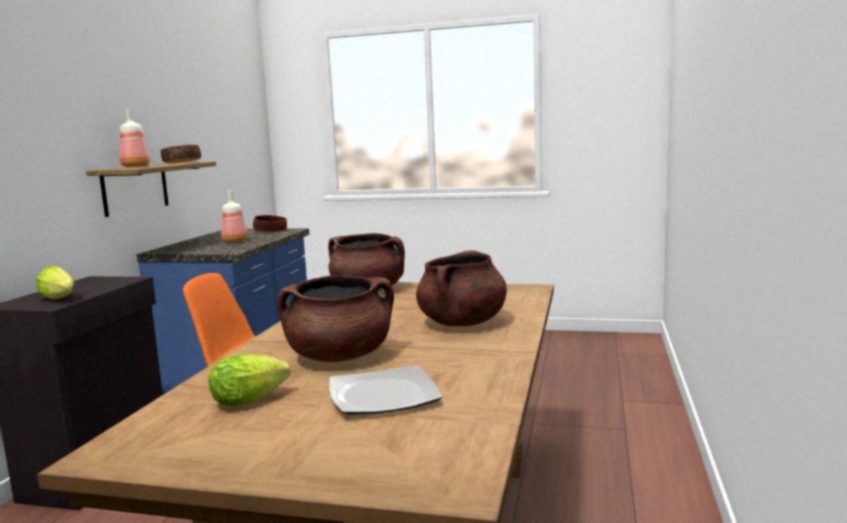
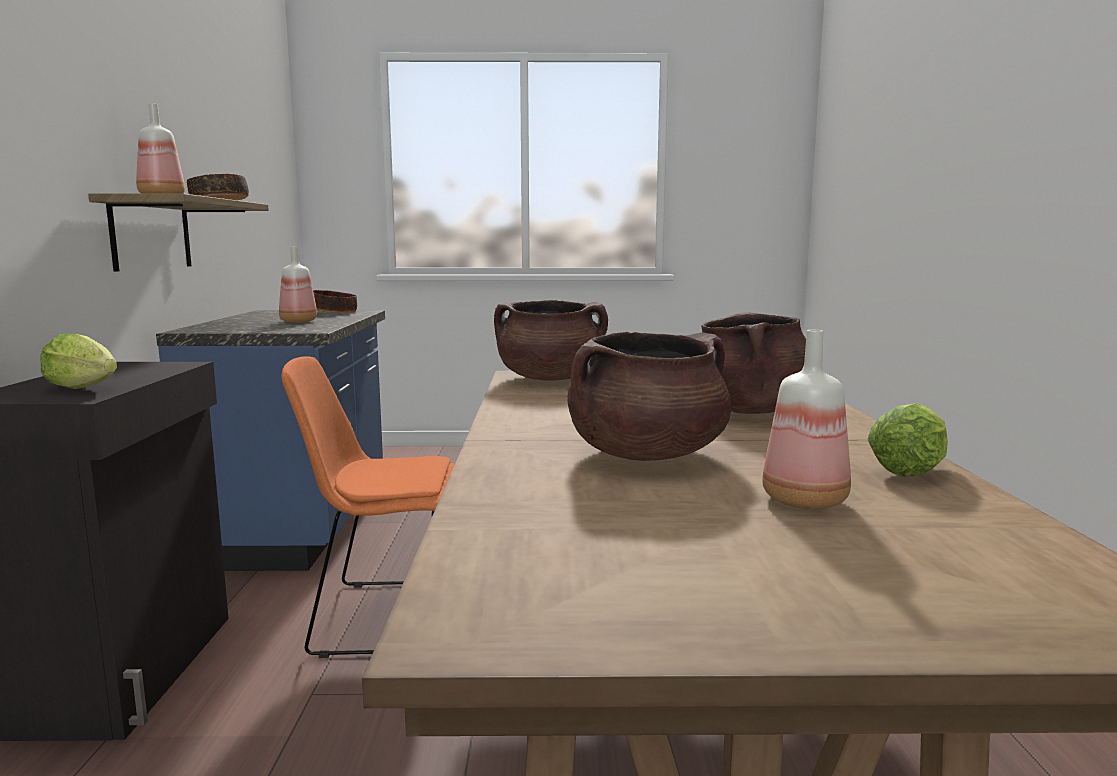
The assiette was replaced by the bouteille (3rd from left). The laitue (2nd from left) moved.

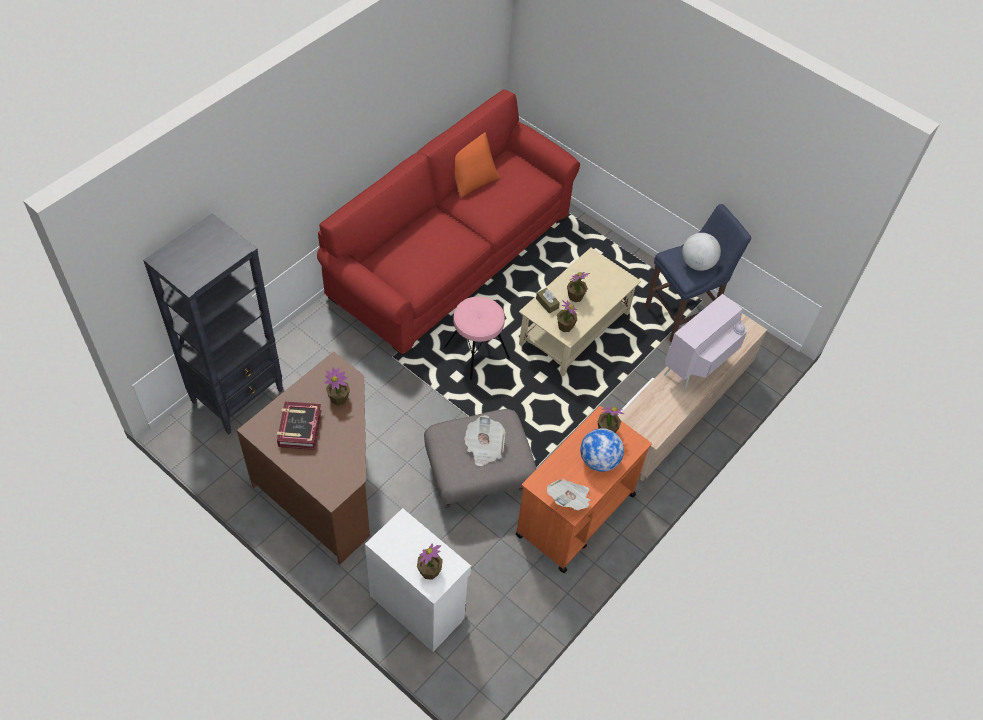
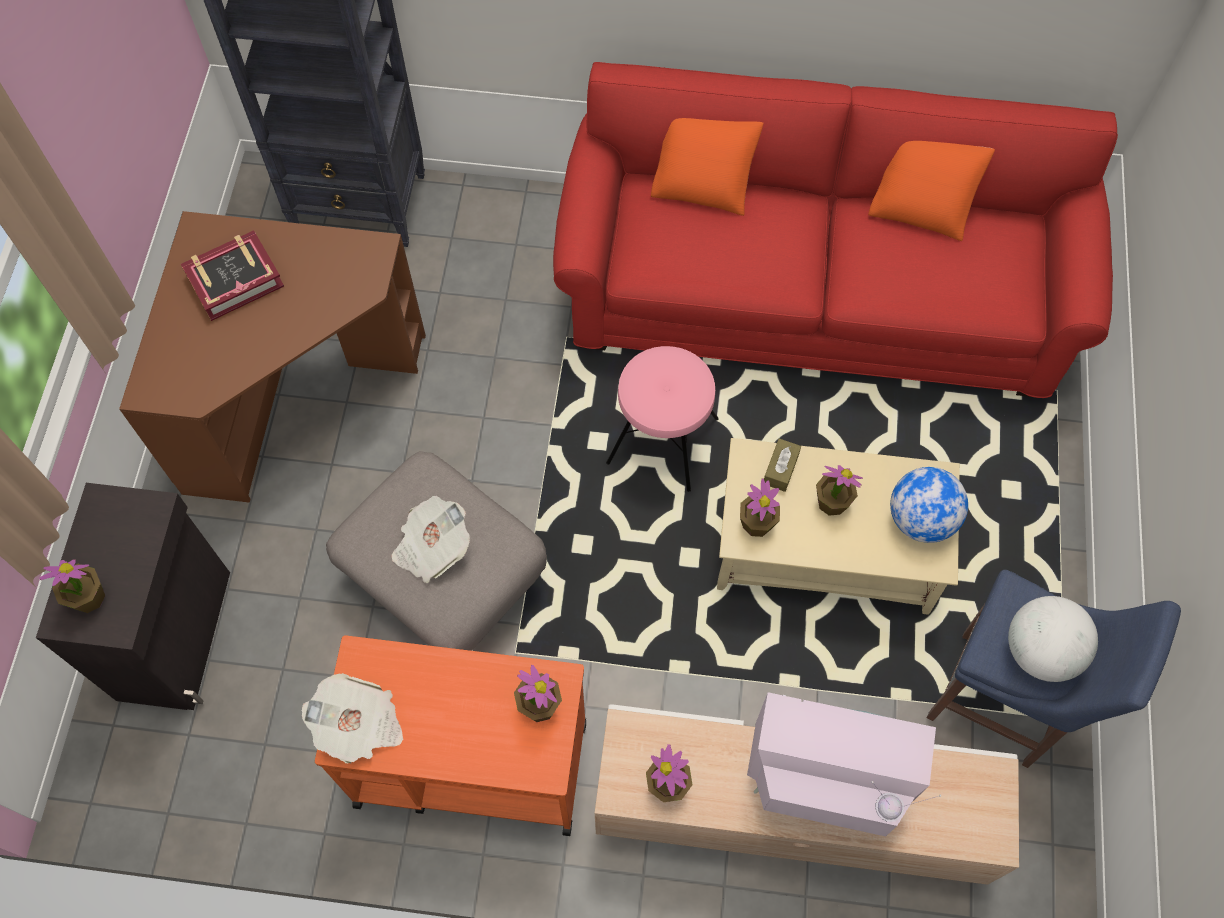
The meuble de rangement [blanc] became the meuble de rangement [noir]. The plante en pot (1st from left in the first image) moved. The coussin [orange] (1st from left) appeared. The globe (1st from left) moved.

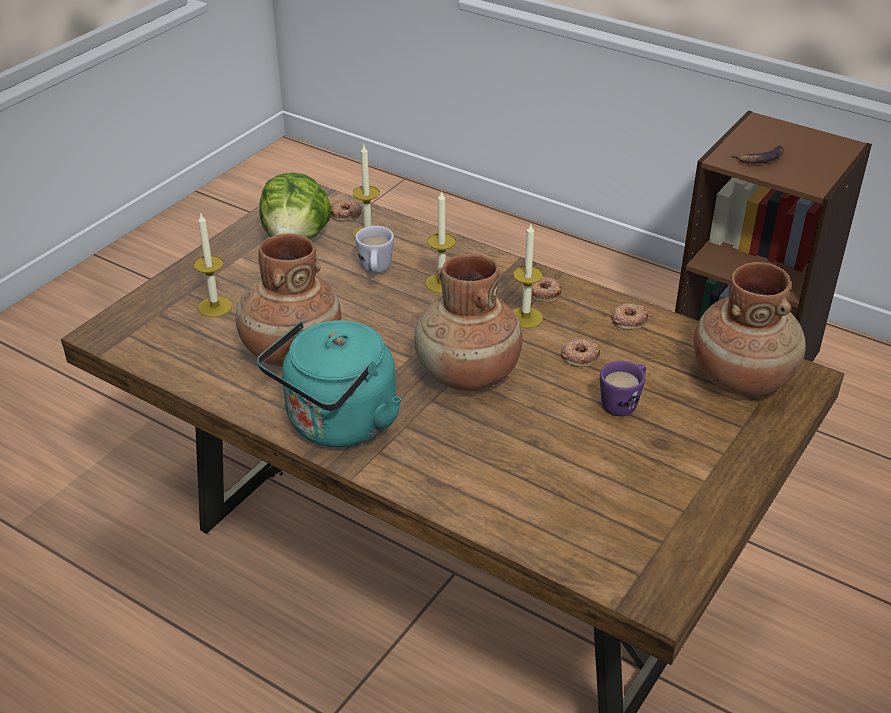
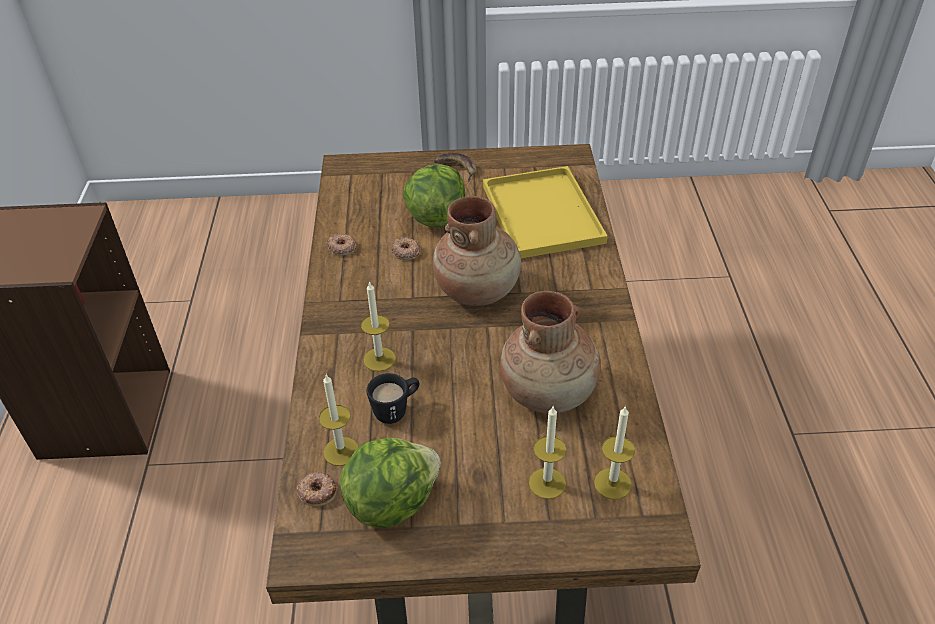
The mug [blanc] became the mug [noir]. The mug [violet] was replaced by the laitue (2nd from left). The banane moved. The plateau [jaune] appeared. The bougie (4th from left) moved. The bouilloire [turquoise] disappeared. The beignet (2nd from left) disappeared. The vase [marron] (3rd from left) disappeared.

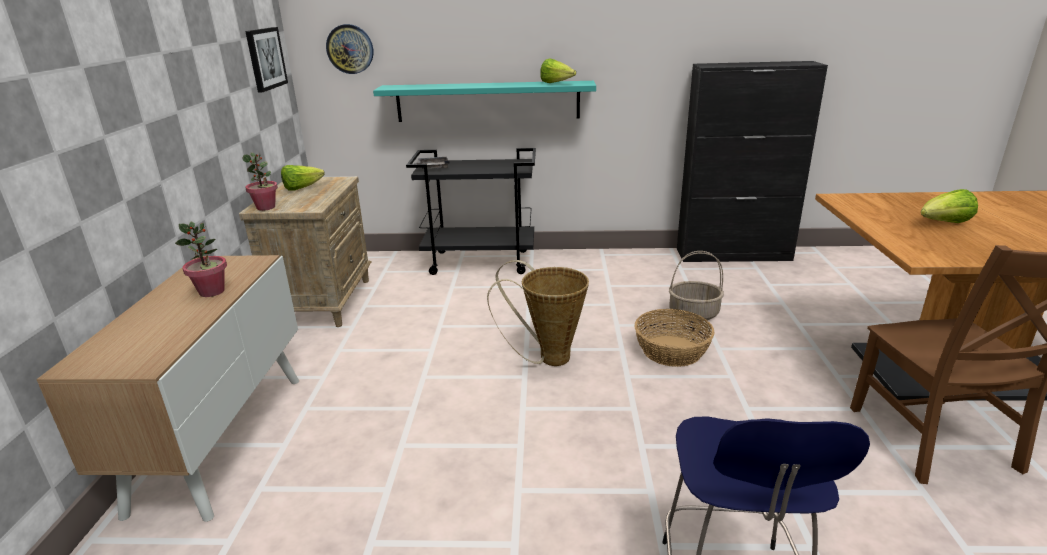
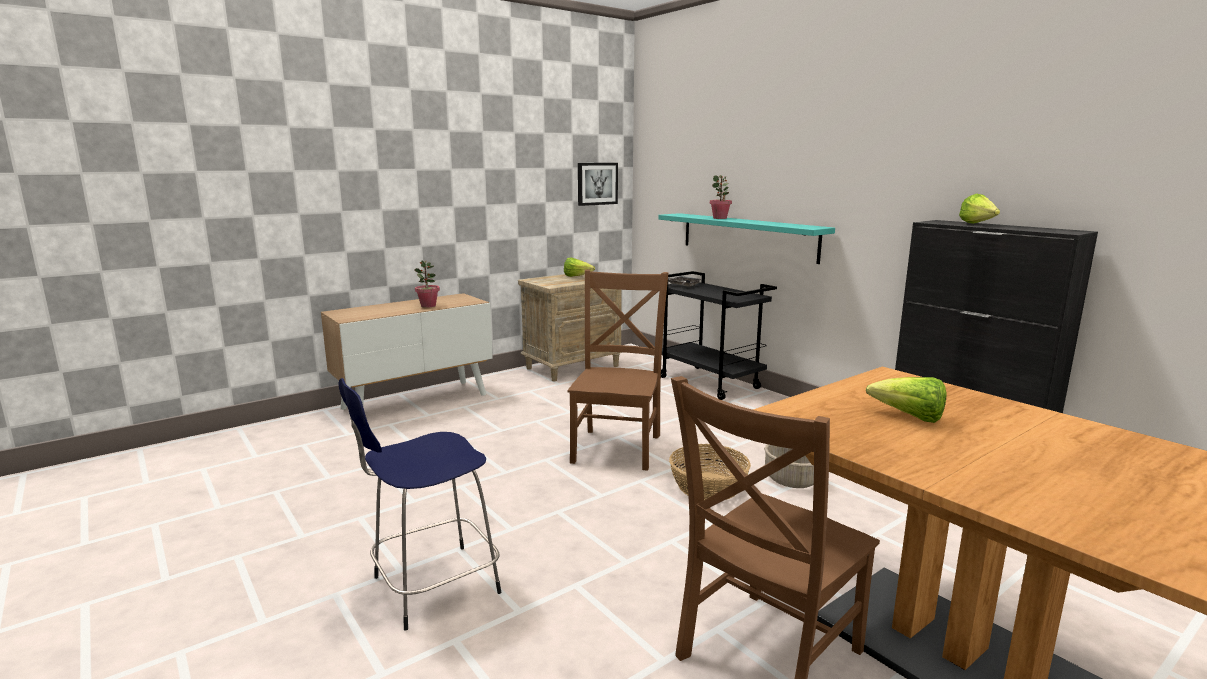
The panier (1st from left) was replaced by the chaise [marron] (1st from left). The plante en pot (2nd from left) moved. The laitue (2nd from left in the first image) moved. The horloge murale disappeared.

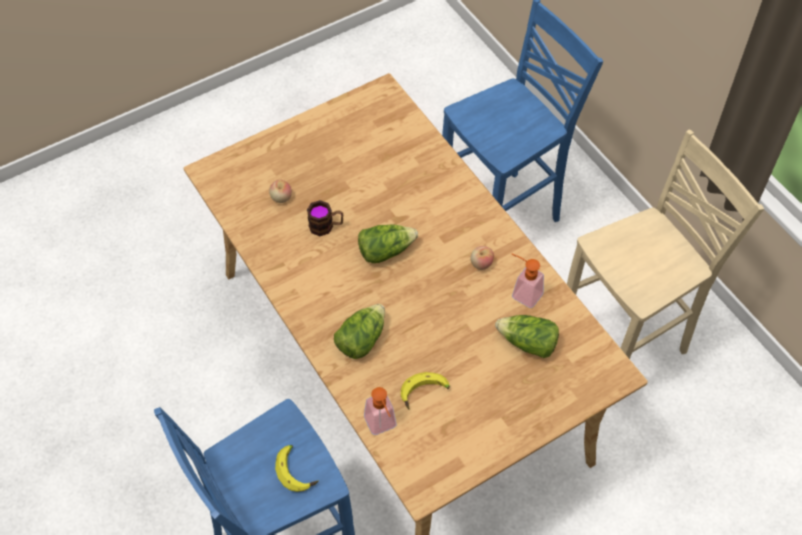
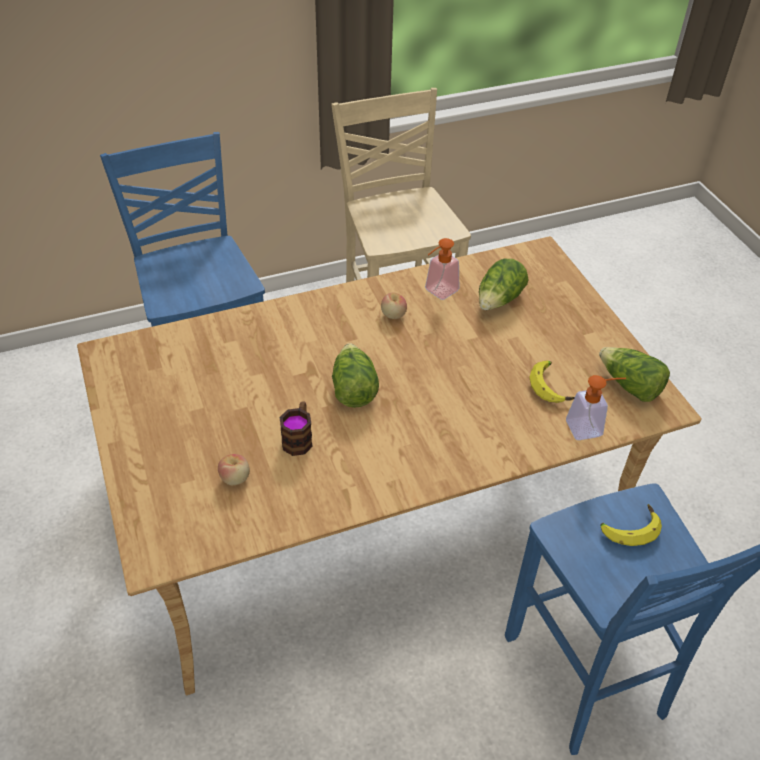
The laitue (1st from left in the first image) moved.

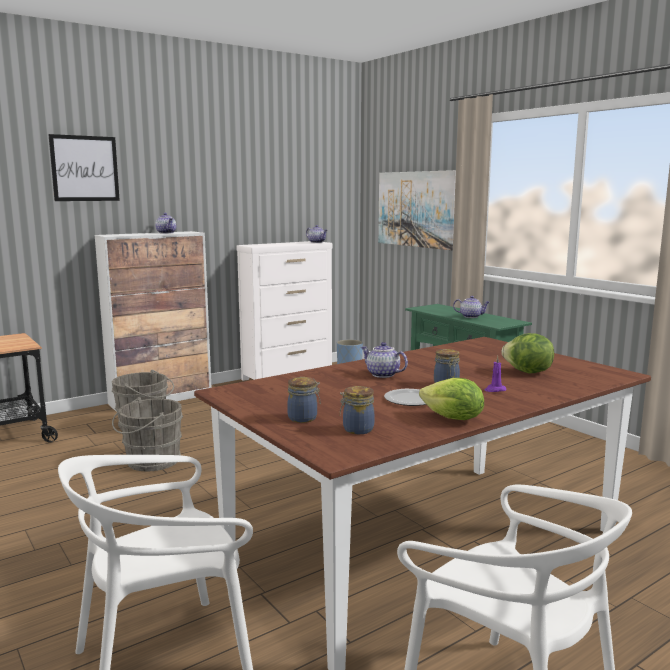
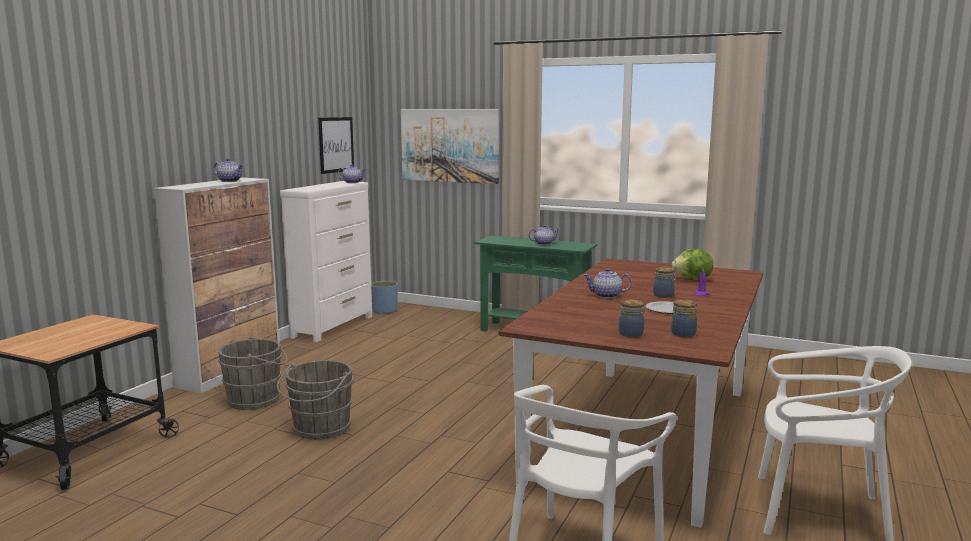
The tableau (1st from left) moved. The laitue (1st from left) disappeared.

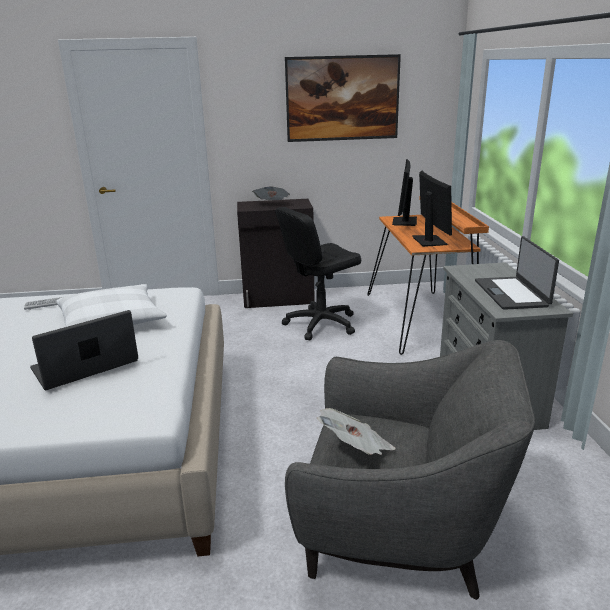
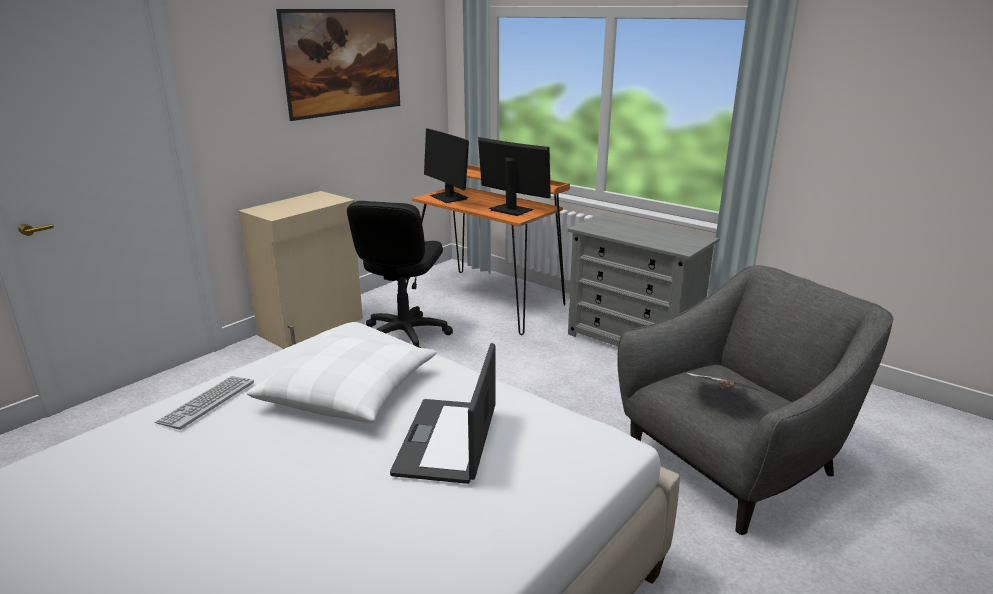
The meuble de rangement [noir] became the meuble de rangement [beige]. The journal (1st from left) disappeared. The ordinateur portable (2nd from left) disappeared.

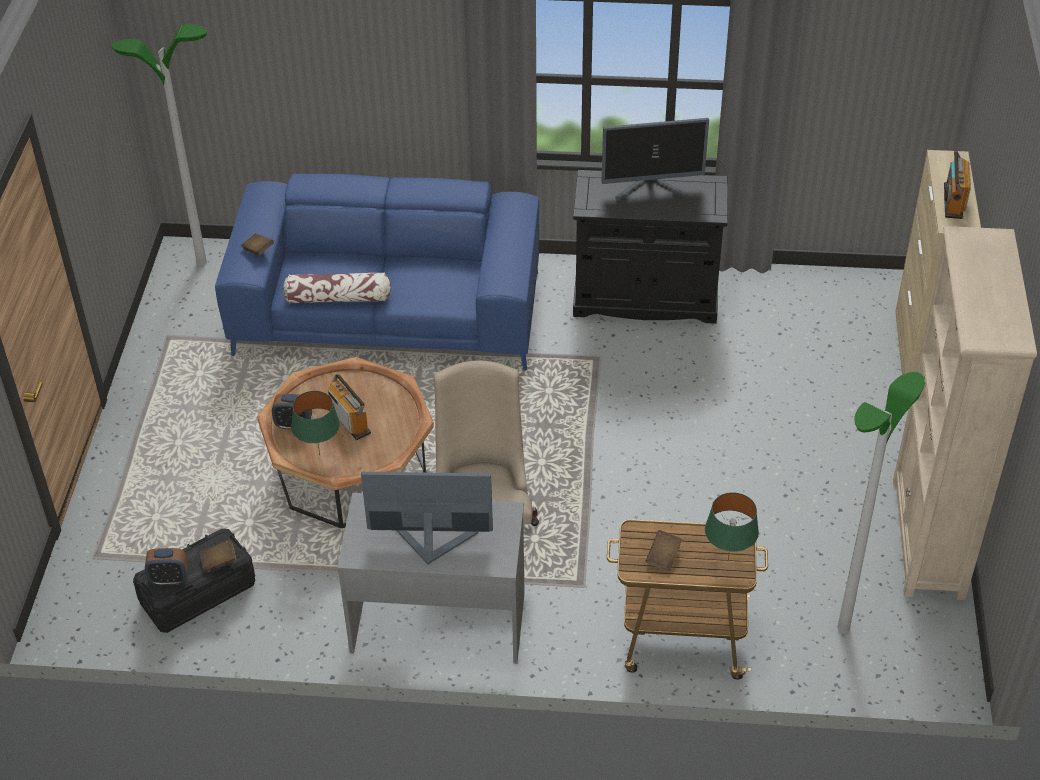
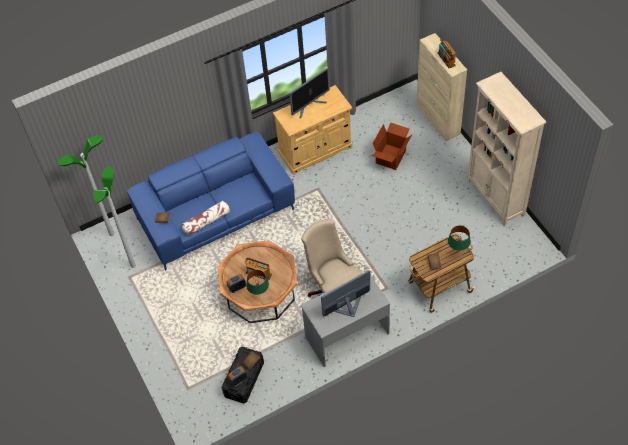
The lampadaire (2nd from left) moved. The meuble de rangement [noir] became the meuble de rangement [beige] (1st from left). The carton appeared.

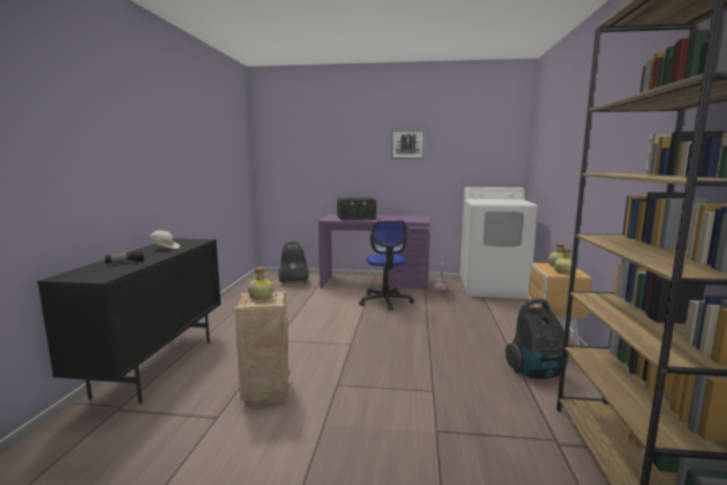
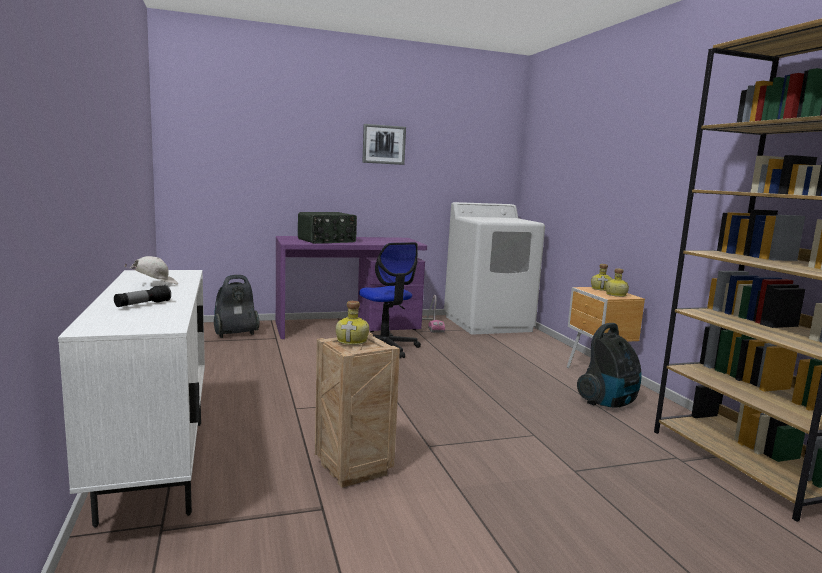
The meuble de rangement [noir] became the meuble de rangement [blanc].

